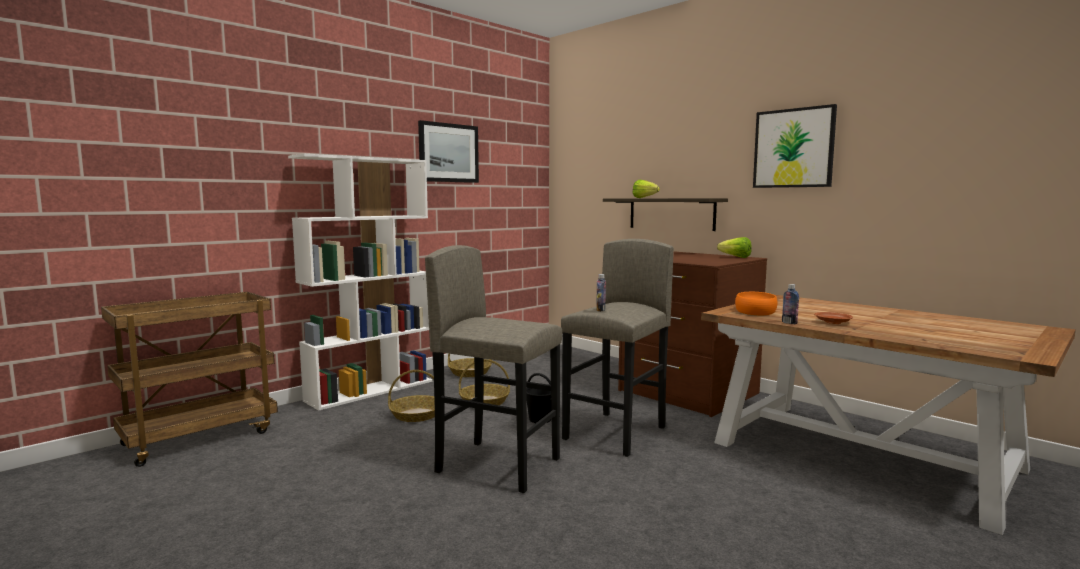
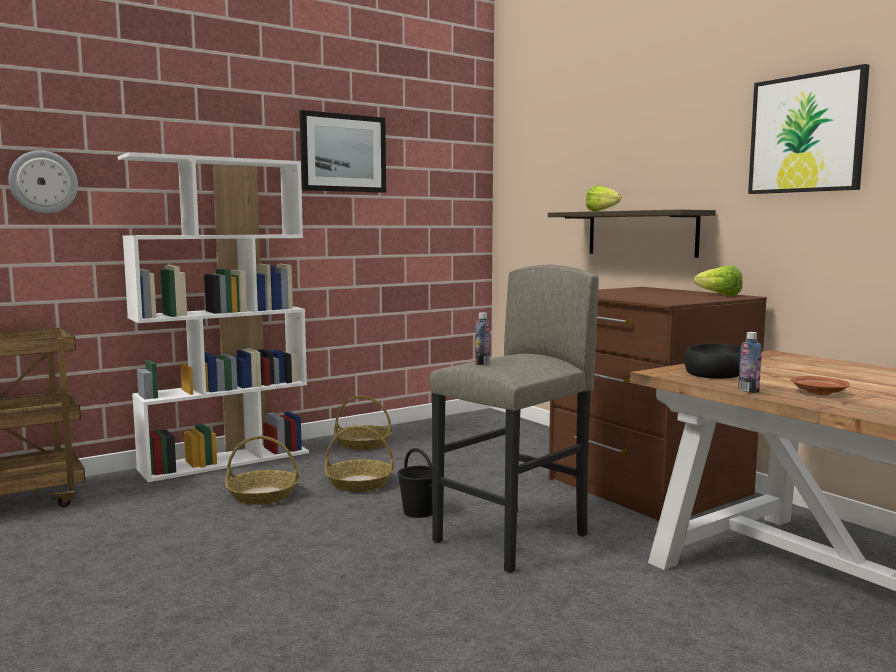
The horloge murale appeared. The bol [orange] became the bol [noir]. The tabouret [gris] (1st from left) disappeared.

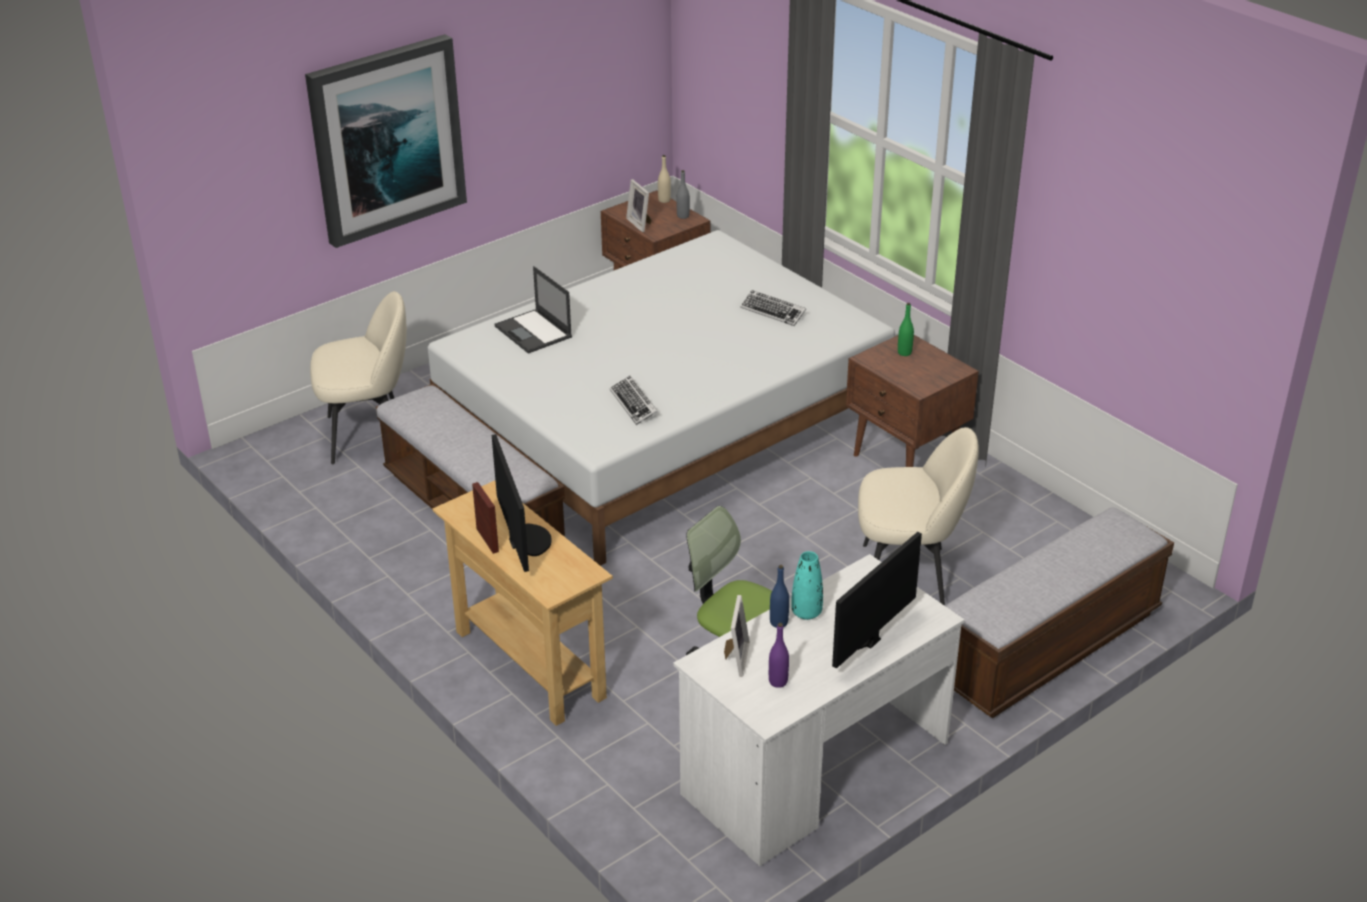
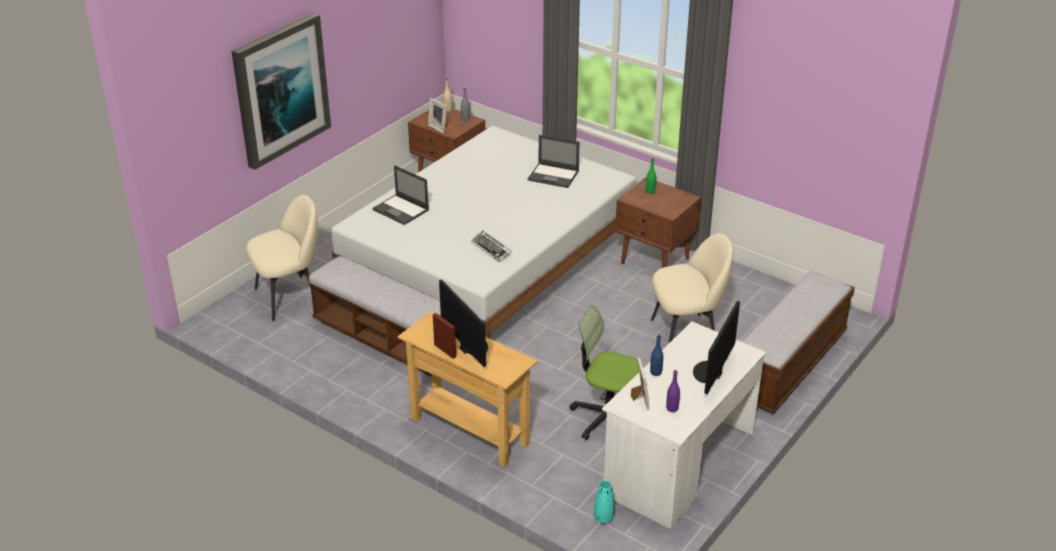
The clavier (2nd from left) was replaced by the ordinateur portable (2nd from left). The vase [turquoise] moved.

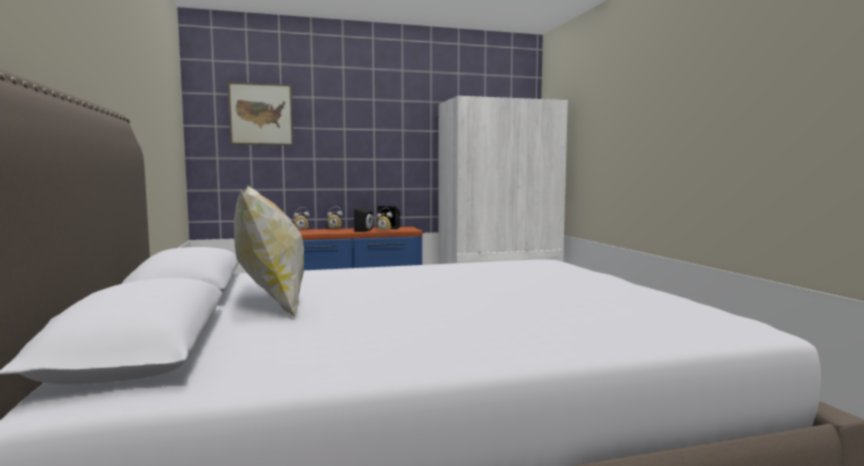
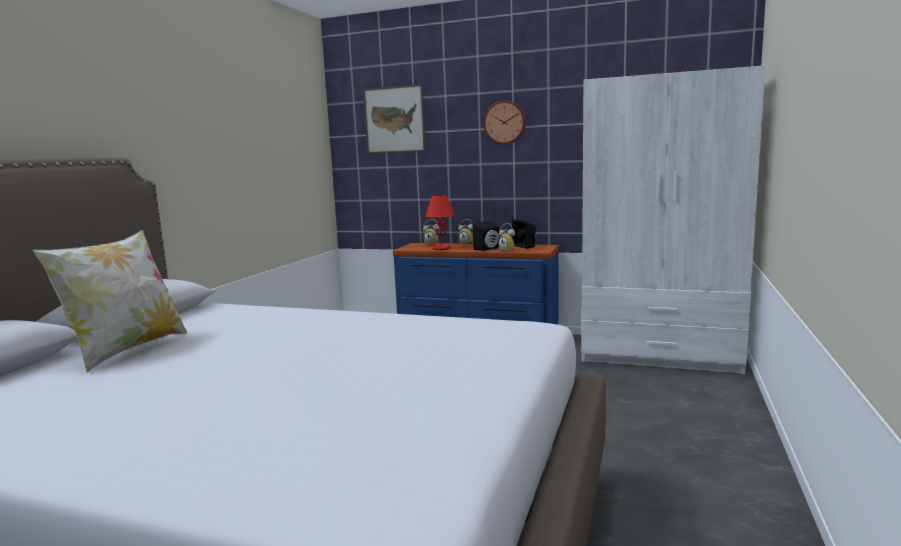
The lampe de table [rouge] appeared. The horloge murale appeared.

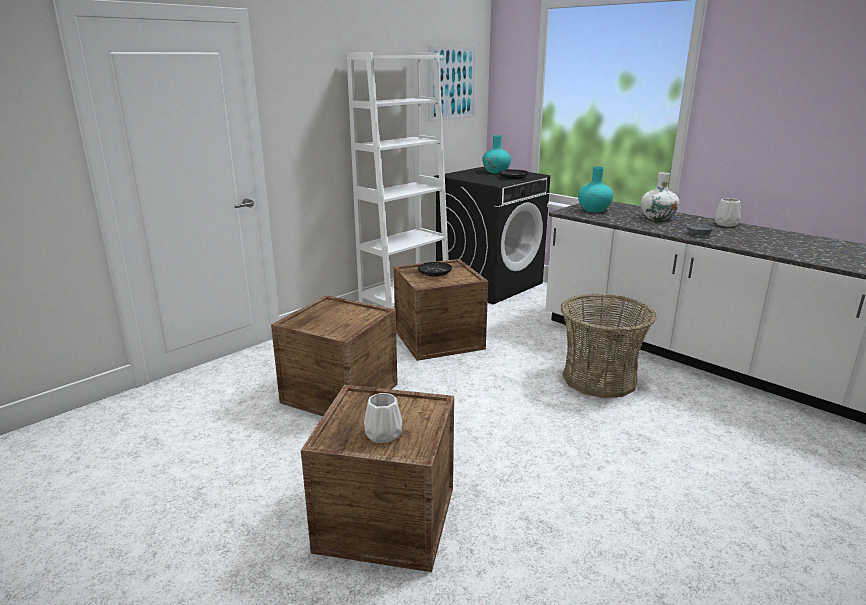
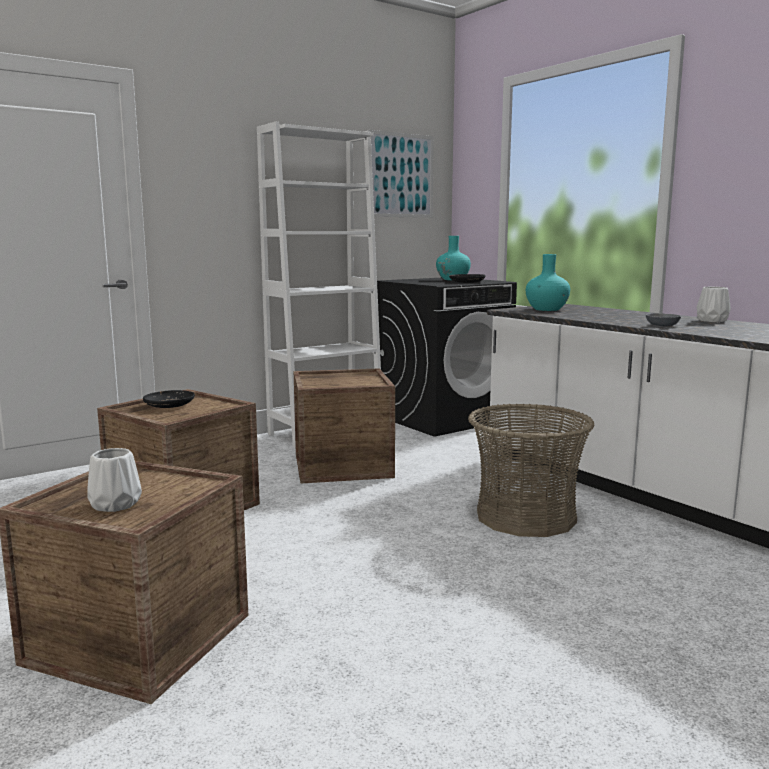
The assiette [noir] (1st from left) moved. The vase [blanc] (2nd from left) disappeared.

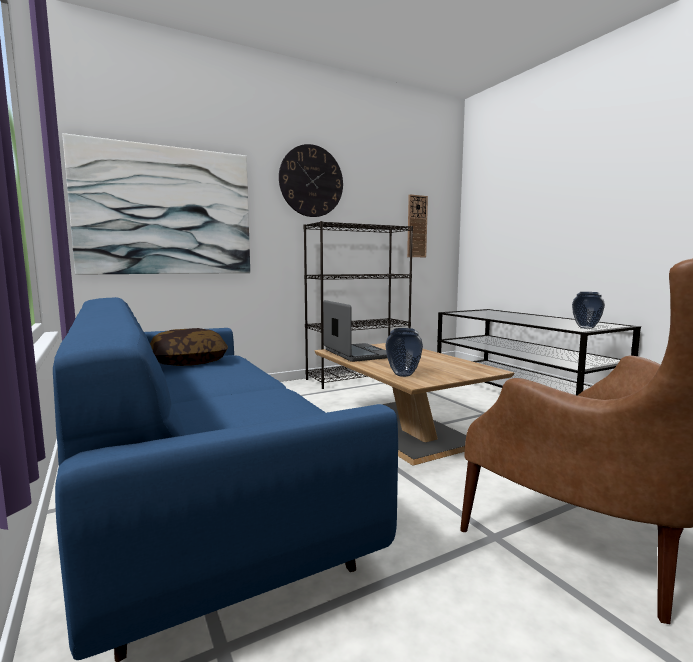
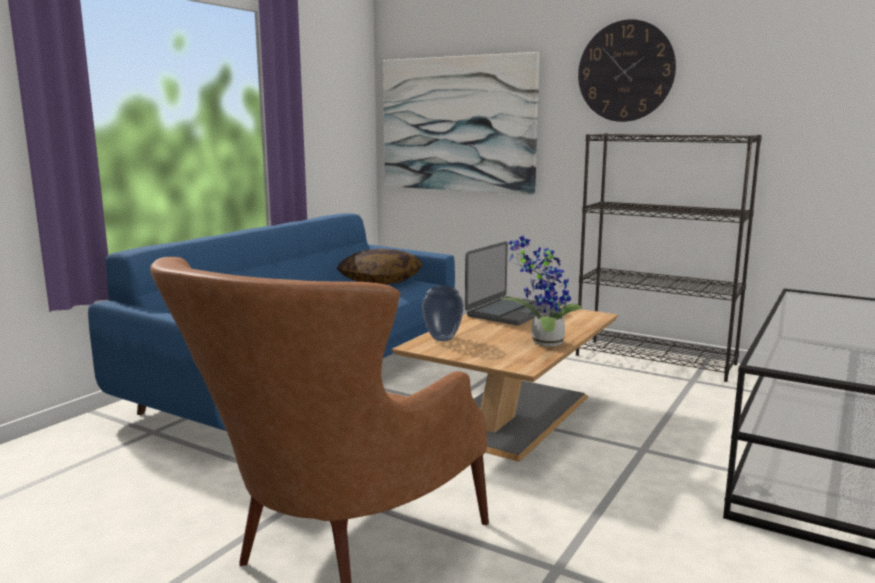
The plante en pot appeared. The horloge murale (2nd from left) disappeared. The vase (2nd from left) disappeared.

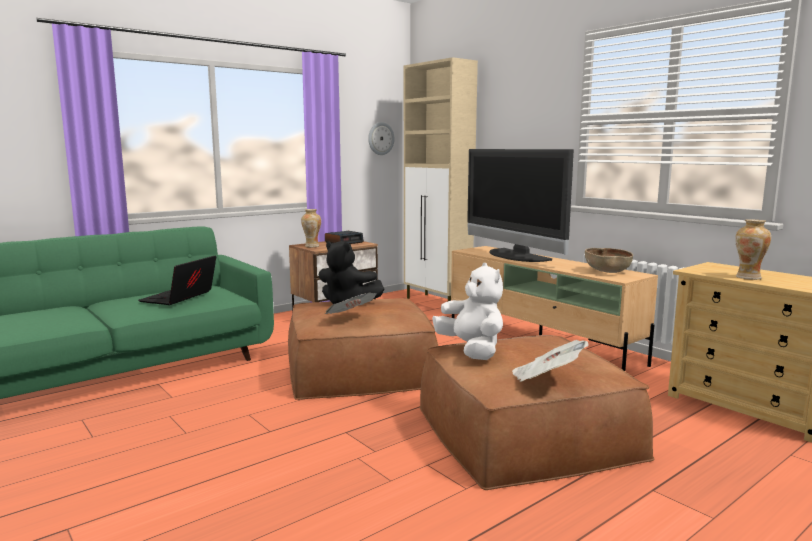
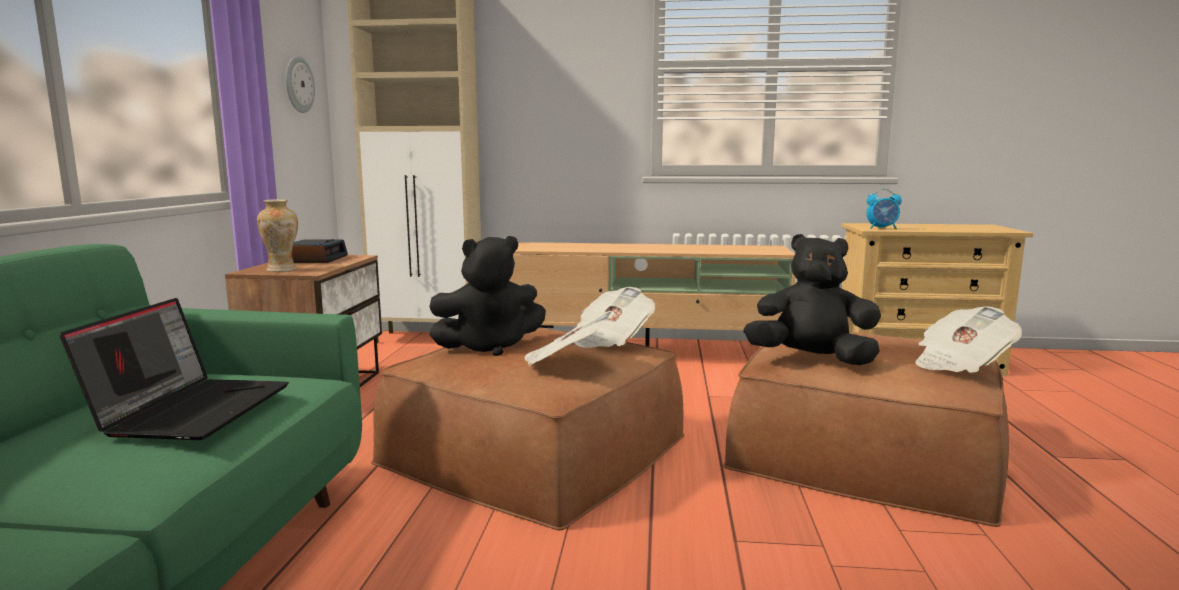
The ordinateur portable turned 150 degrees counterclockwise. The journal (2nd from left) appeared. The peluche [blanc] became the peluche [noir] (2nd from left). The réveil (2nd from left) appeared. The téléviseur disappeared. The bol [marron] disappeared. The vase (2nd from left) disappeared.

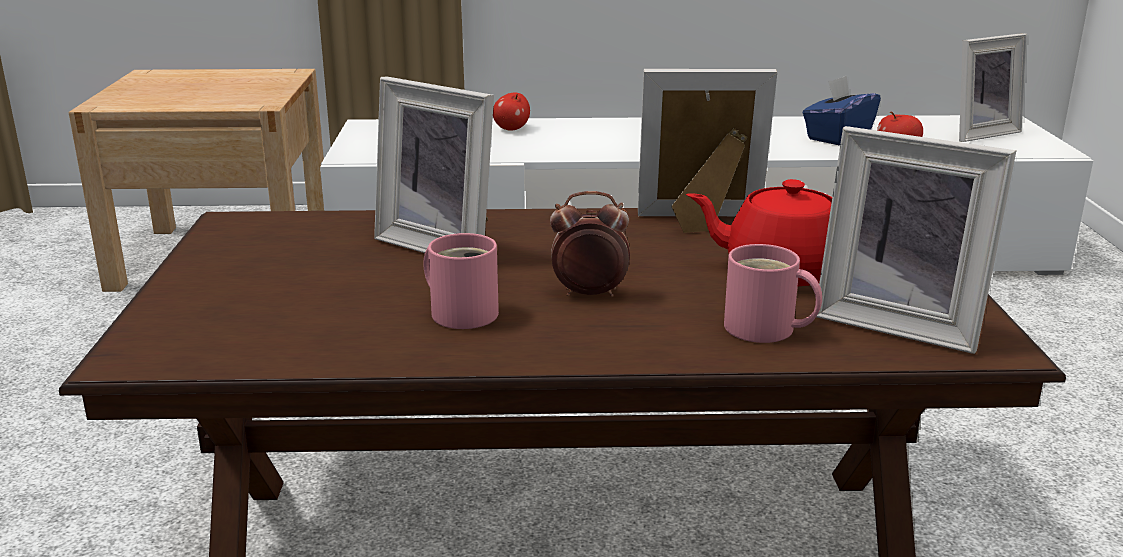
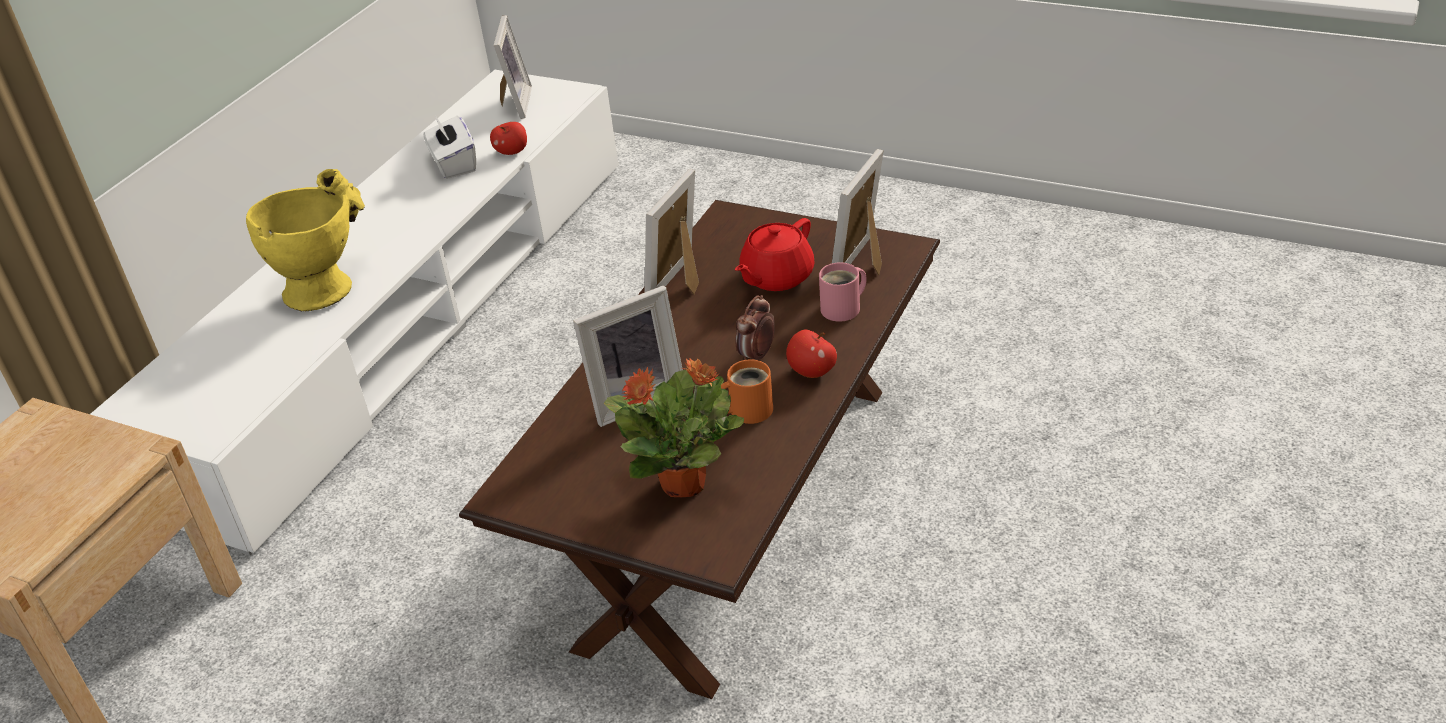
The vase [jaune] appeared. The boîte à mouchoirs [bleu] became the boîte à mouchoirs [blanc]. The plante en pot appeared. The mug [rose] (1st from left) became the mug [orange]. The pomme (1st from left in the first image) moved. The cadre photo (3rd from left in the first image) turned 150 degrees clockwise.

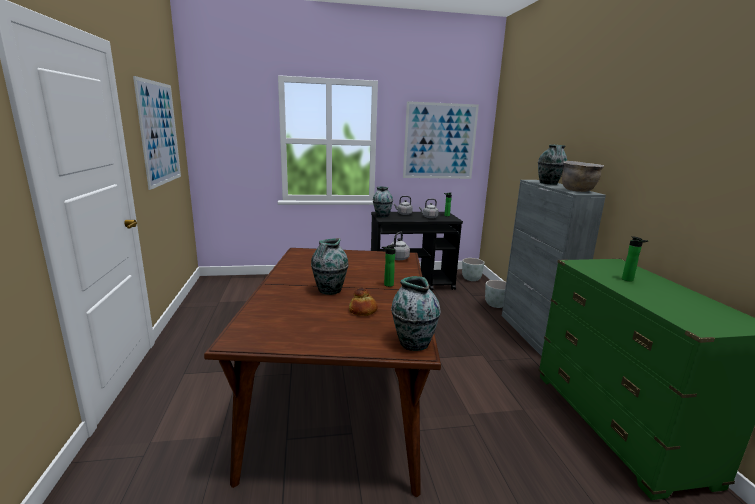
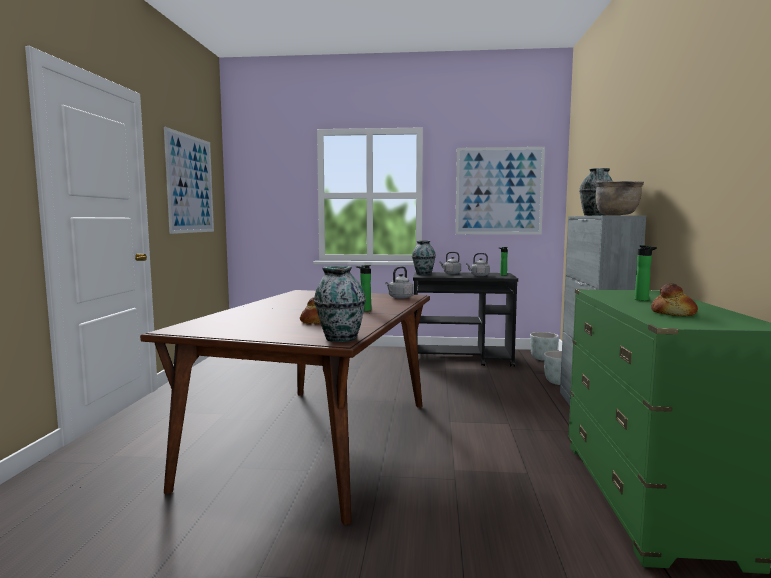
The pain (2nd from left) appeared. The vase (1st from left) disappeared.

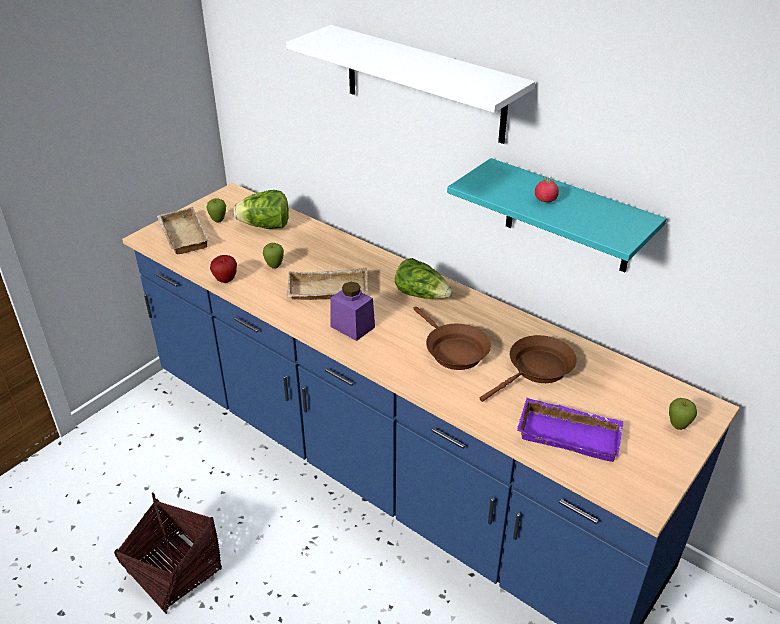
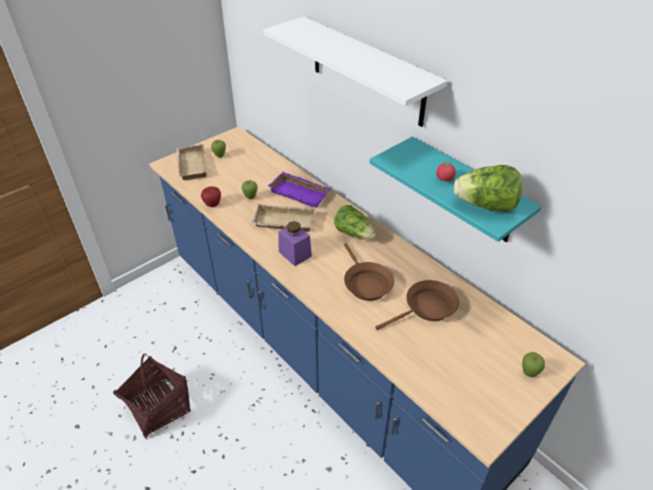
The plateau [violet] moved. The laitue (1st from left in the first image) moved.

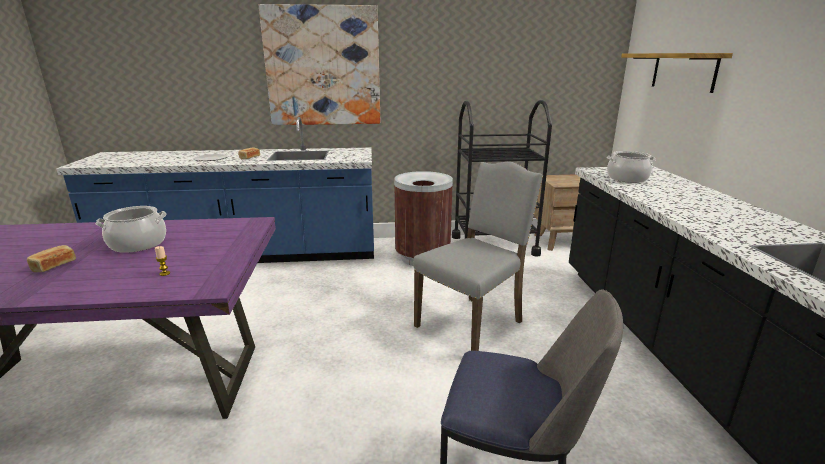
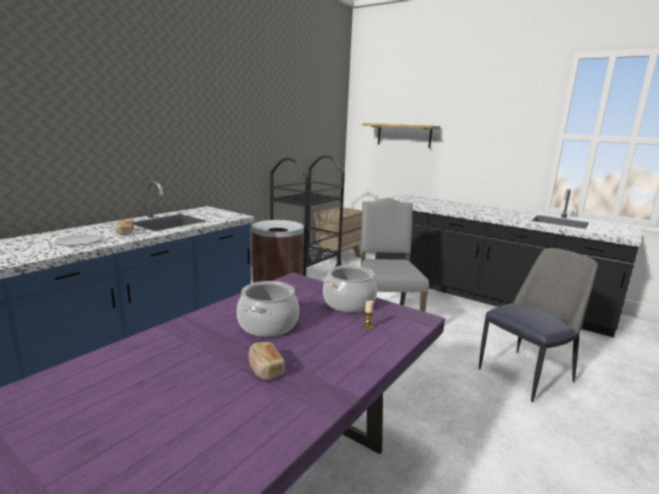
The marmite (2nd from left) moved. The tableau disappeared.

